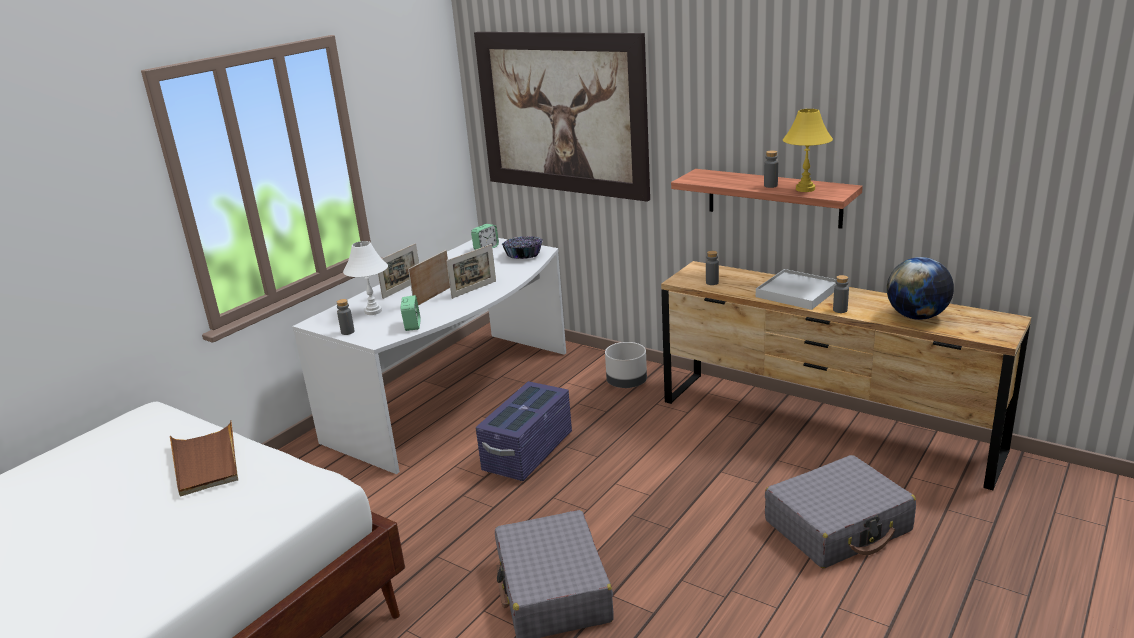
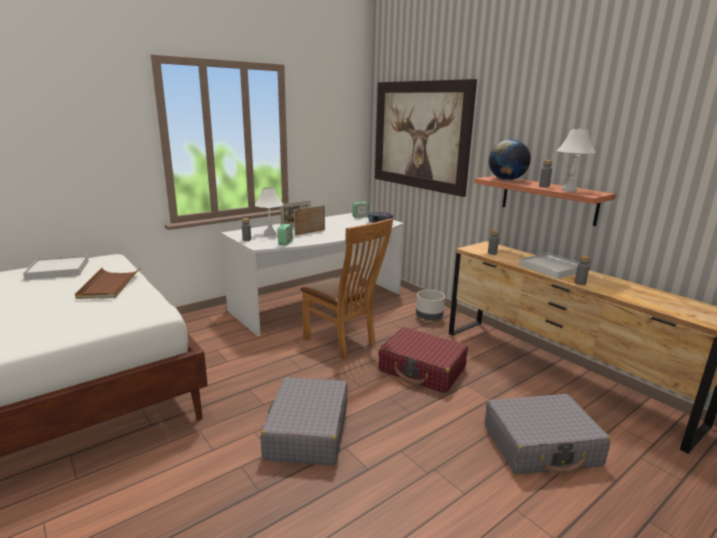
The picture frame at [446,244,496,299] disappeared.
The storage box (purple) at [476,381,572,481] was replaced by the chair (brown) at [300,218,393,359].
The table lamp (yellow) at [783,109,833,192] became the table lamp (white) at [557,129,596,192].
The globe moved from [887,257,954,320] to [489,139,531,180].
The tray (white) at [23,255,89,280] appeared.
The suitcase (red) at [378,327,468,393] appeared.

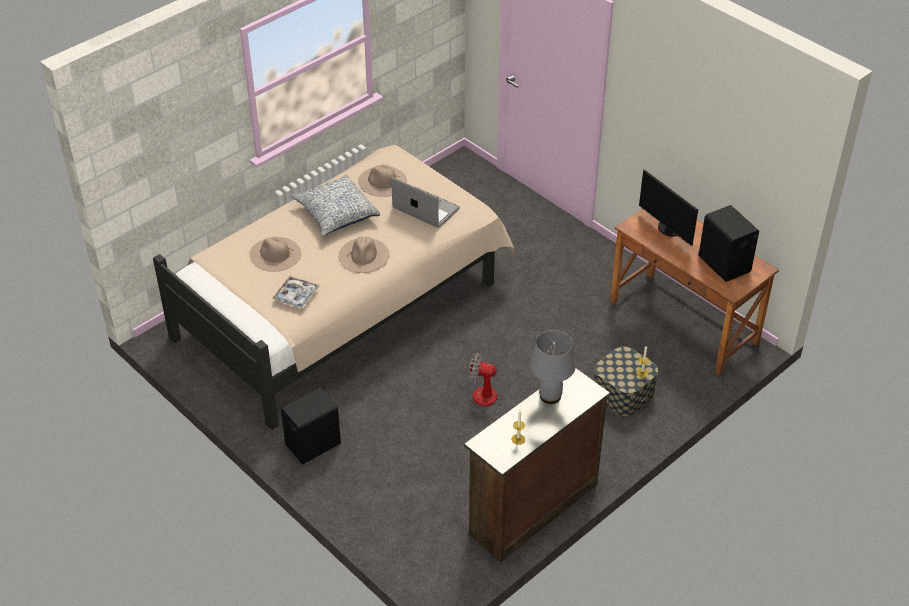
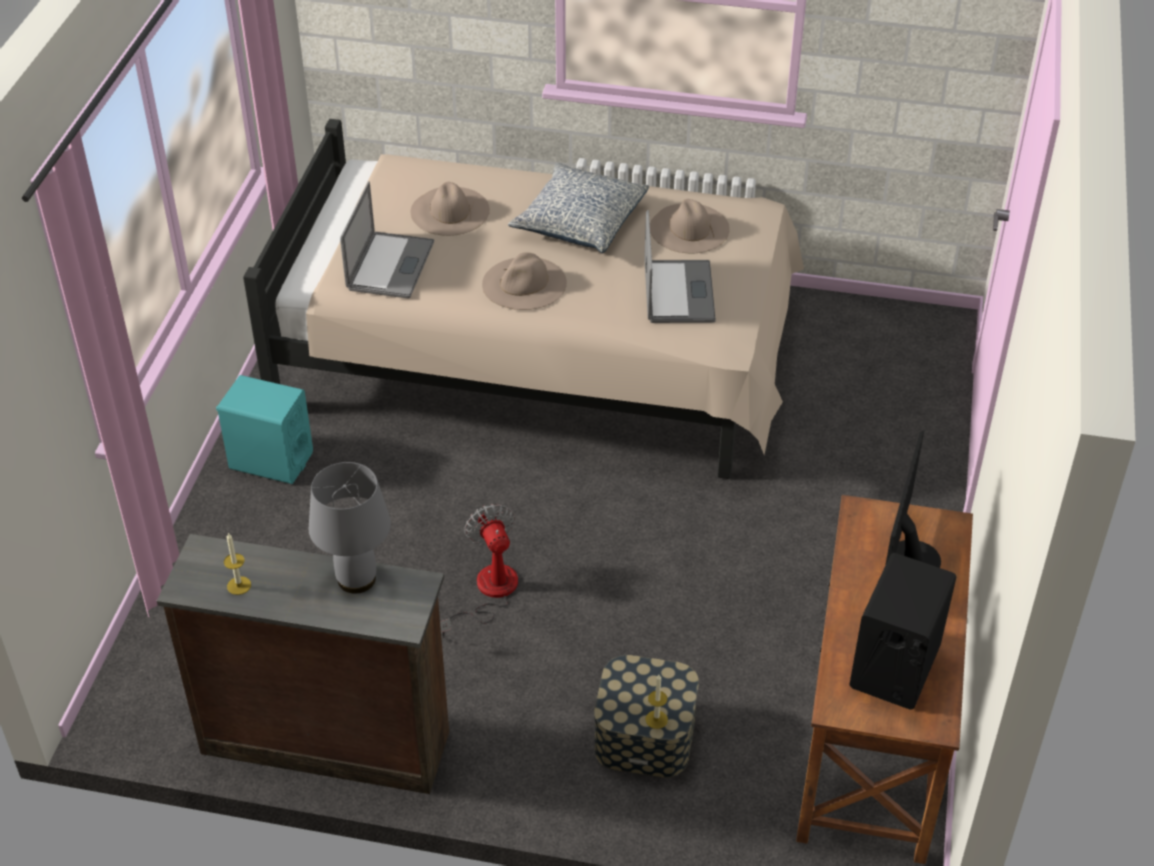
The tray at [272,276,319,309] was replaced by the laptop at [340,181,434,298].
The speaker (black) at [281,388,341,464] became the speaker (turquoise) at [216,375,313,484].

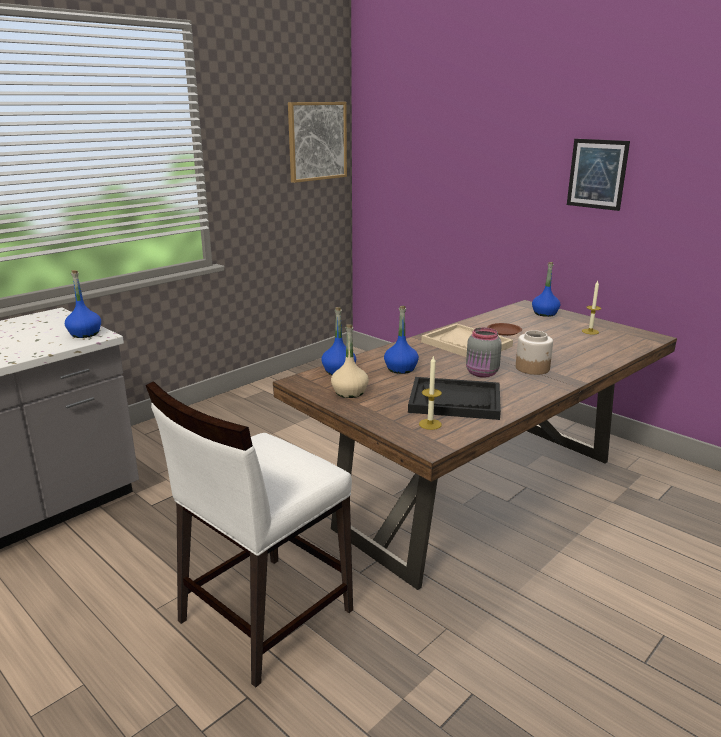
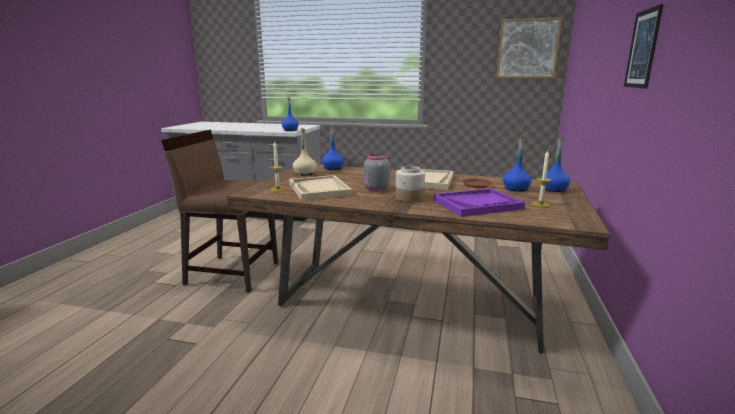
The chair (white) at [146,381,353,688] became the chair (brown) at [161,130,278,293].
The bottle (blue) moved from [384,306,419,374] to [503,137,532,192].
The tray (black) at [408,377,501,420] became the tray (beige) at [289,175,352,200].
The tray (purple) at [433,188,525,217] appeared.

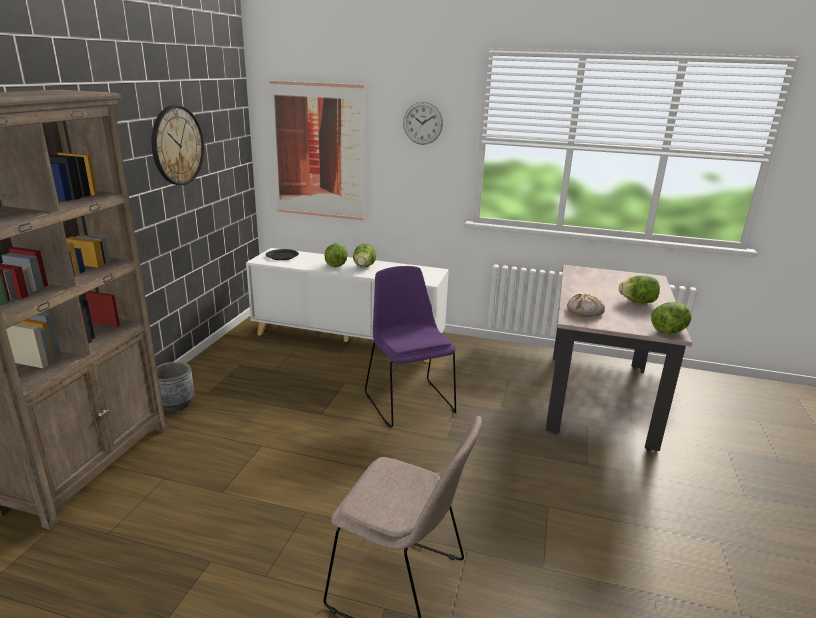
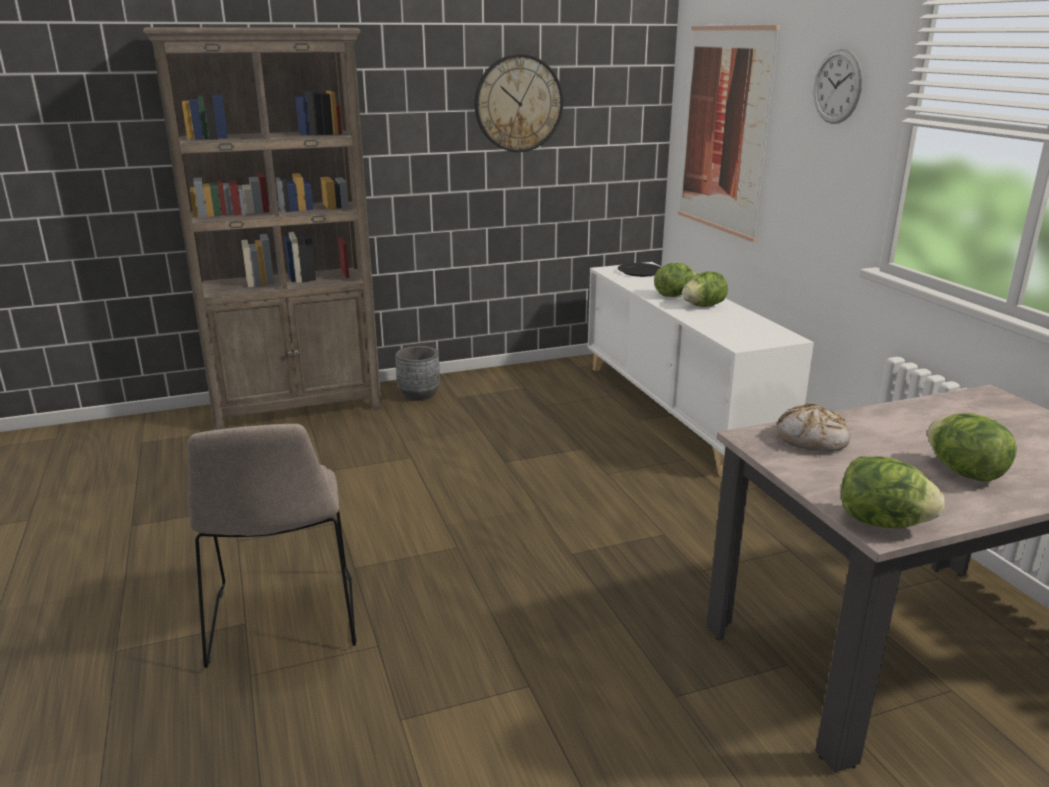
The chair (purple) at [365,266,456,427] disappeared.

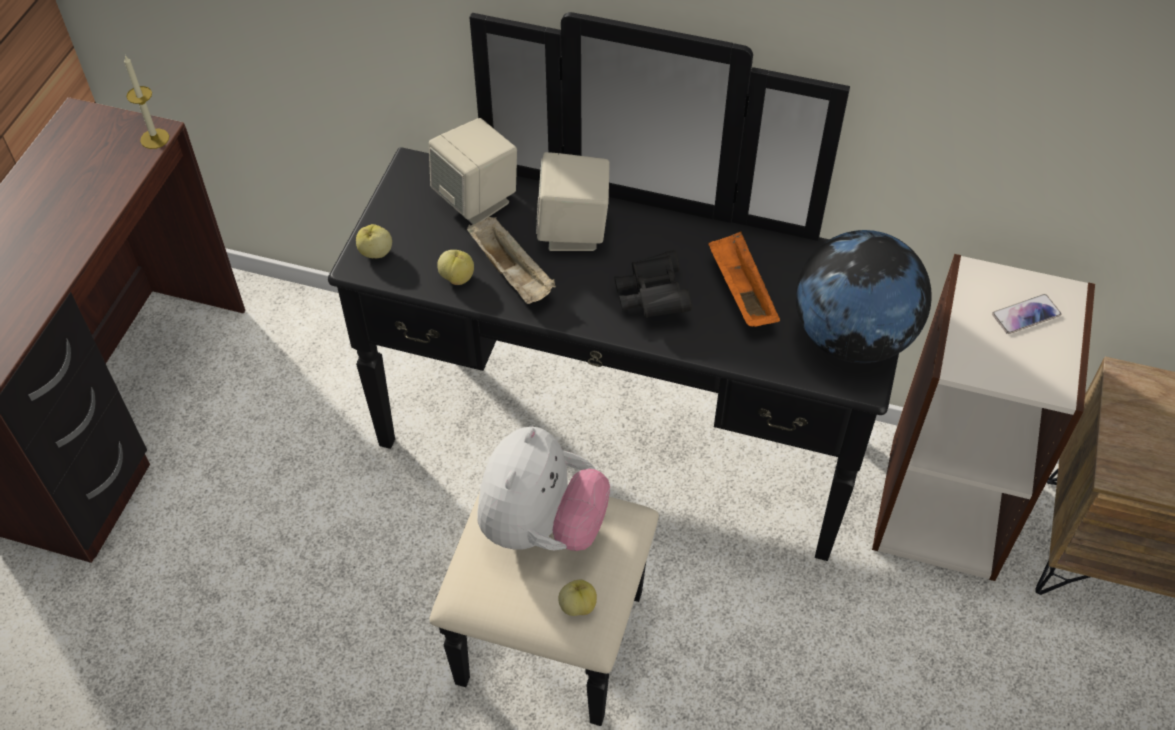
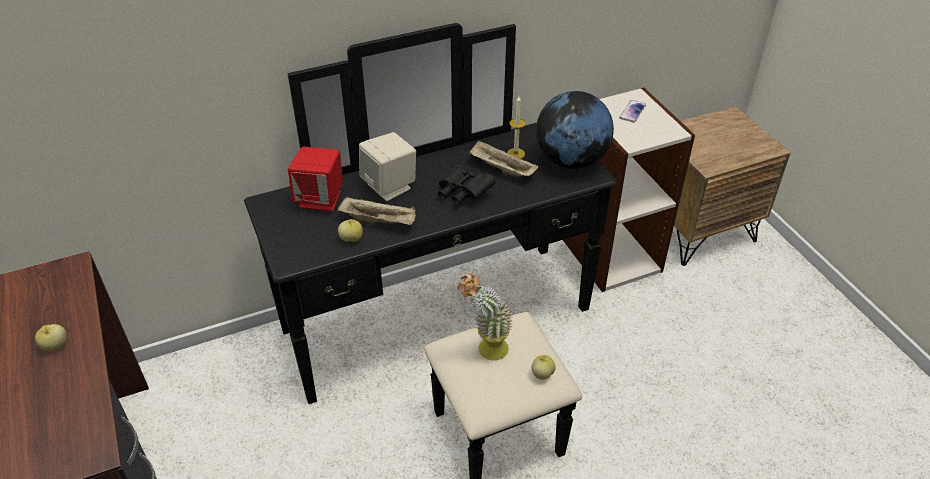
The candle moved from [124,55,169,149] to [507,96,526,159].
The apple moved from [356,224,392,258] to [35,324,67,351].
The speaker (beige) at [429,118,517,225] became the speaker (red) at [288,146,343,211].
The plush toy at [477,427,610,551] was replaced by the potted plant at [457,272,512,361].
The tray (orange) at [708,232,780,327] became the tray (beige) at [469,141,539,177].

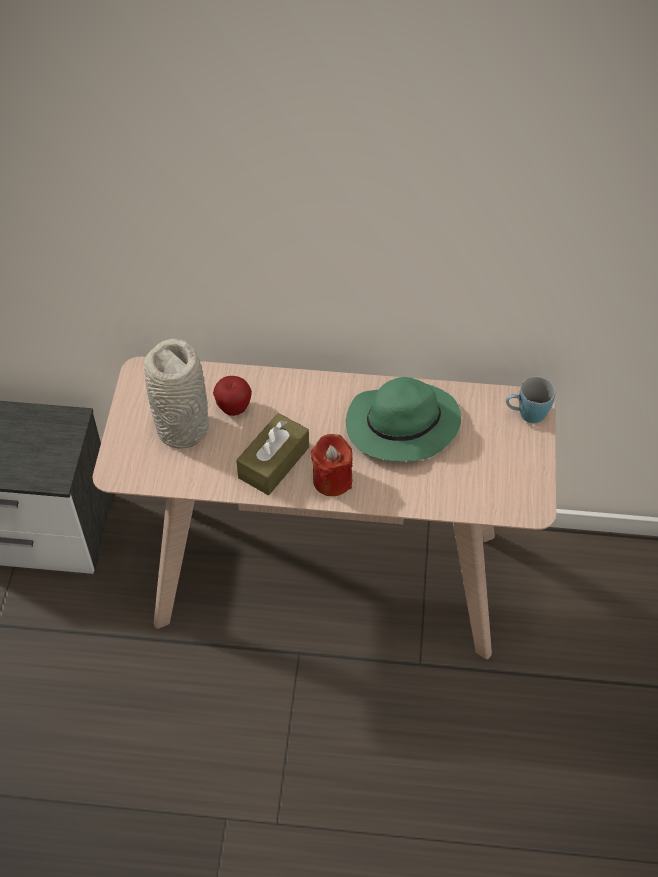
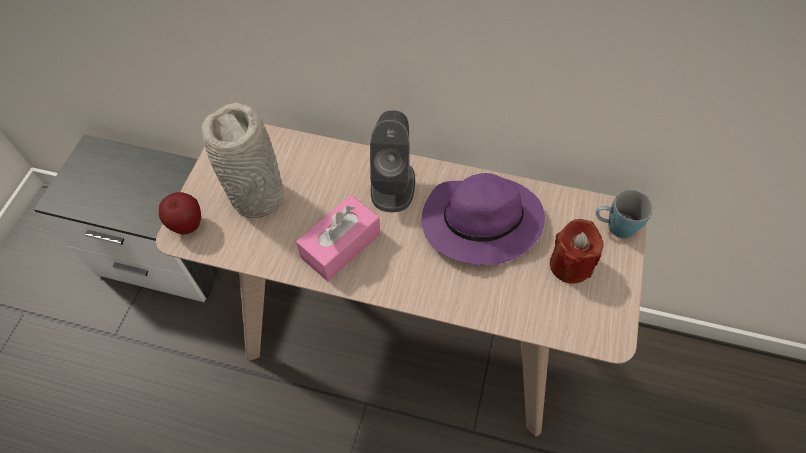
The apple moved from [213,376,252,416] to [159,192,201,235].
The tissue box (brown) at [236,413,309,495] became the tissue box (pink) at [296,195,380,281].
The candle (red) moved from [311,434,353,496] to [550,219,604,284].
The hat (green) at [346,377,461,462] became the hat (purple) at [422,173,545,265].
The speaker (grey) at [370,110,415,212] appeared.

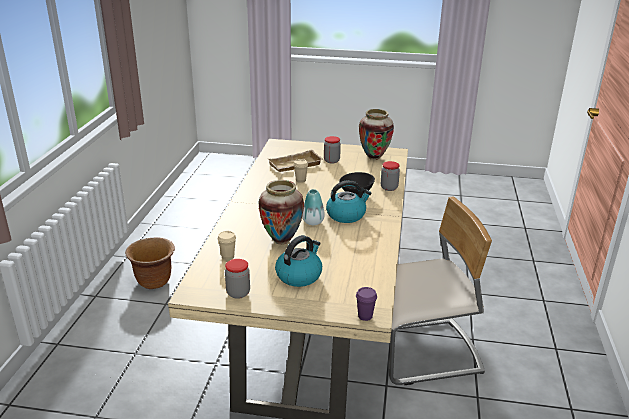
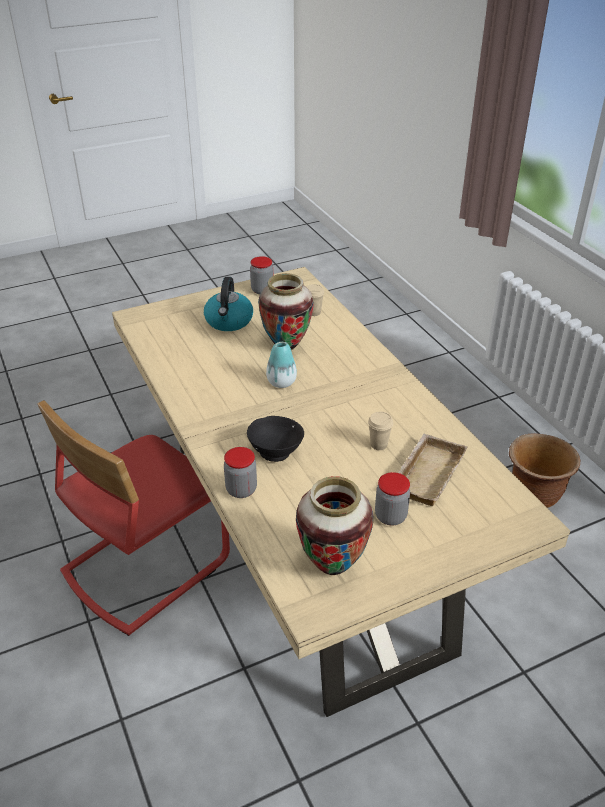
The kettle at [326,180,372,223] disappeared.
The cup (purple) at [356,287,377,321] disappeared.
The chair (beige) at [389,197,492,385] became the chair (red) at [38,400,230,636].

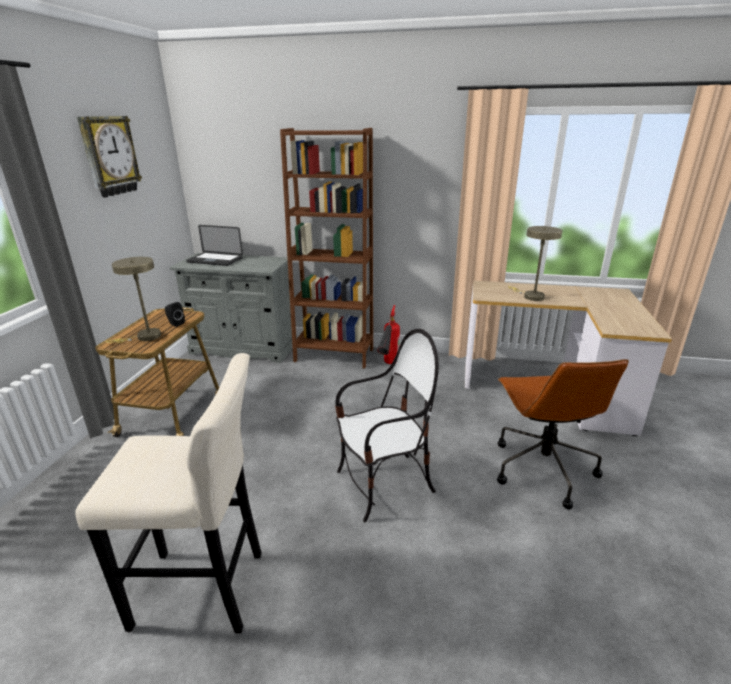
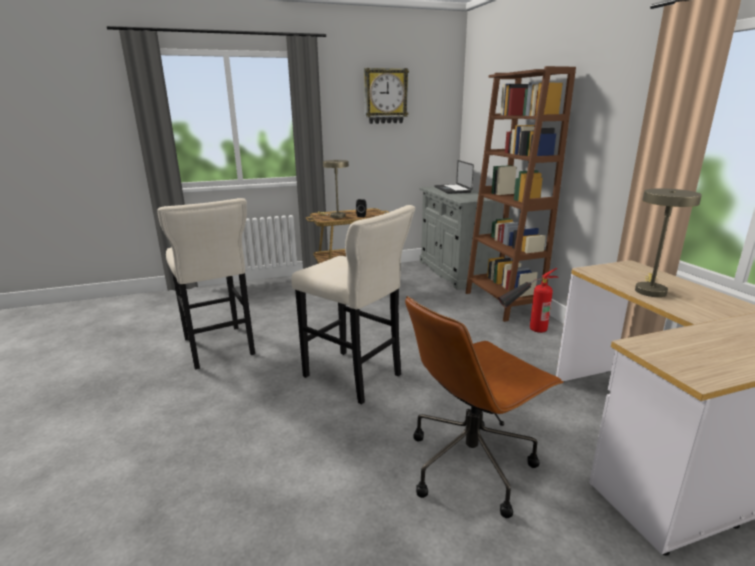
The chair at [335,329,439,522] was replaced by the stool (beige) at [292,205,415,405].

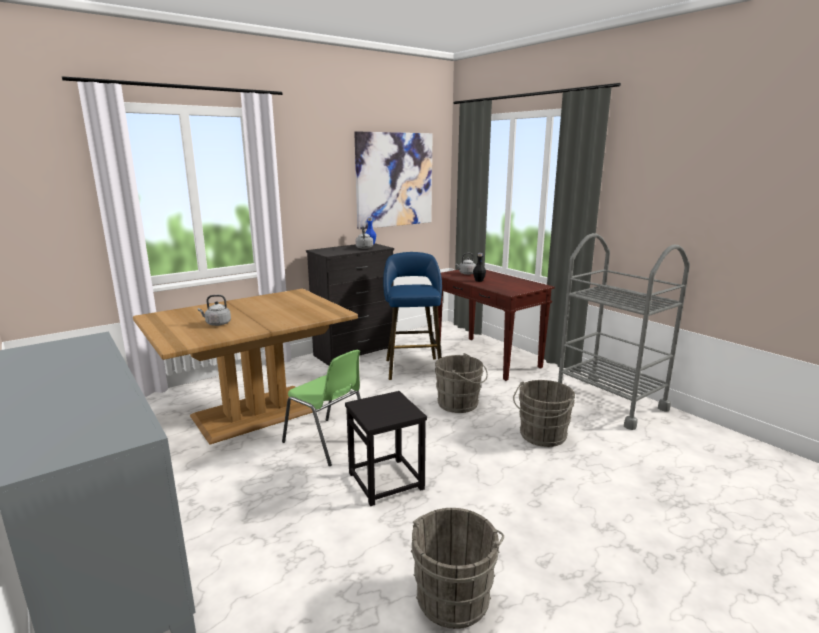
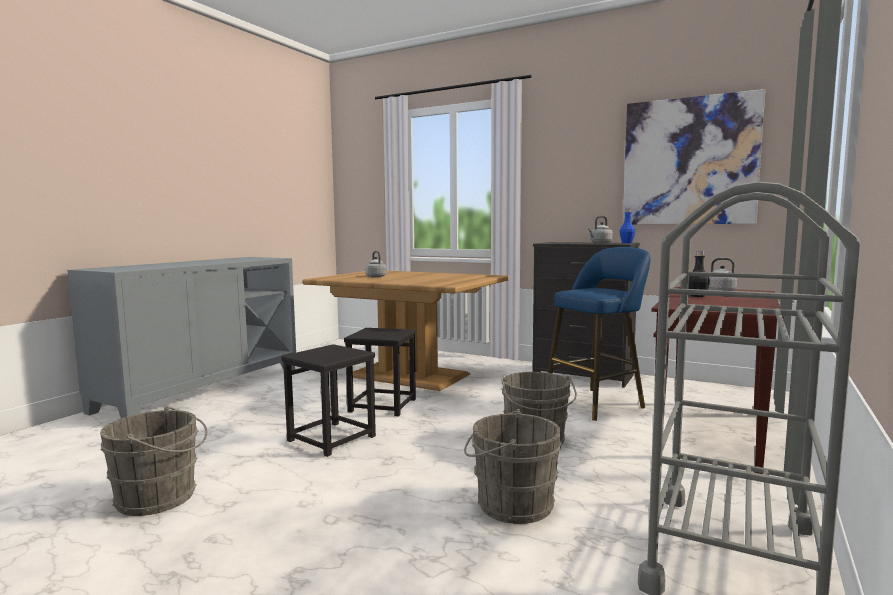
The chair (green) at [282,350,361,466] was replaced by the stool (black) at [344,328,416,416].

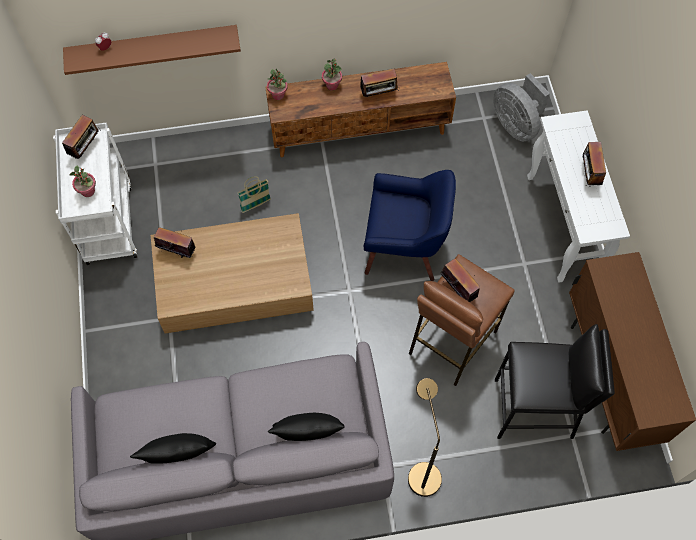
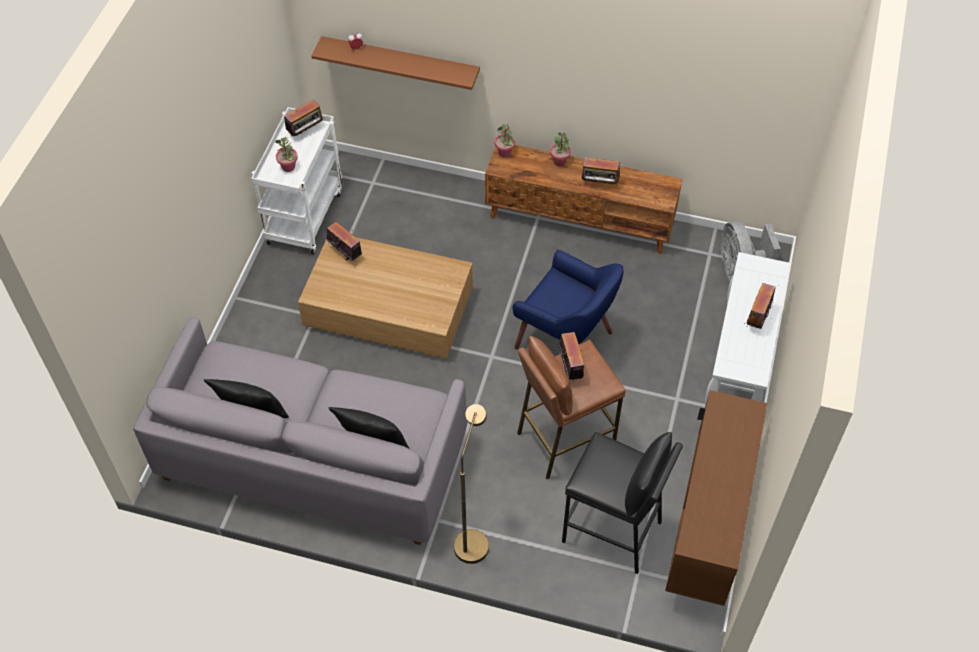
The basket at [238,176,271,213] disappeared.

